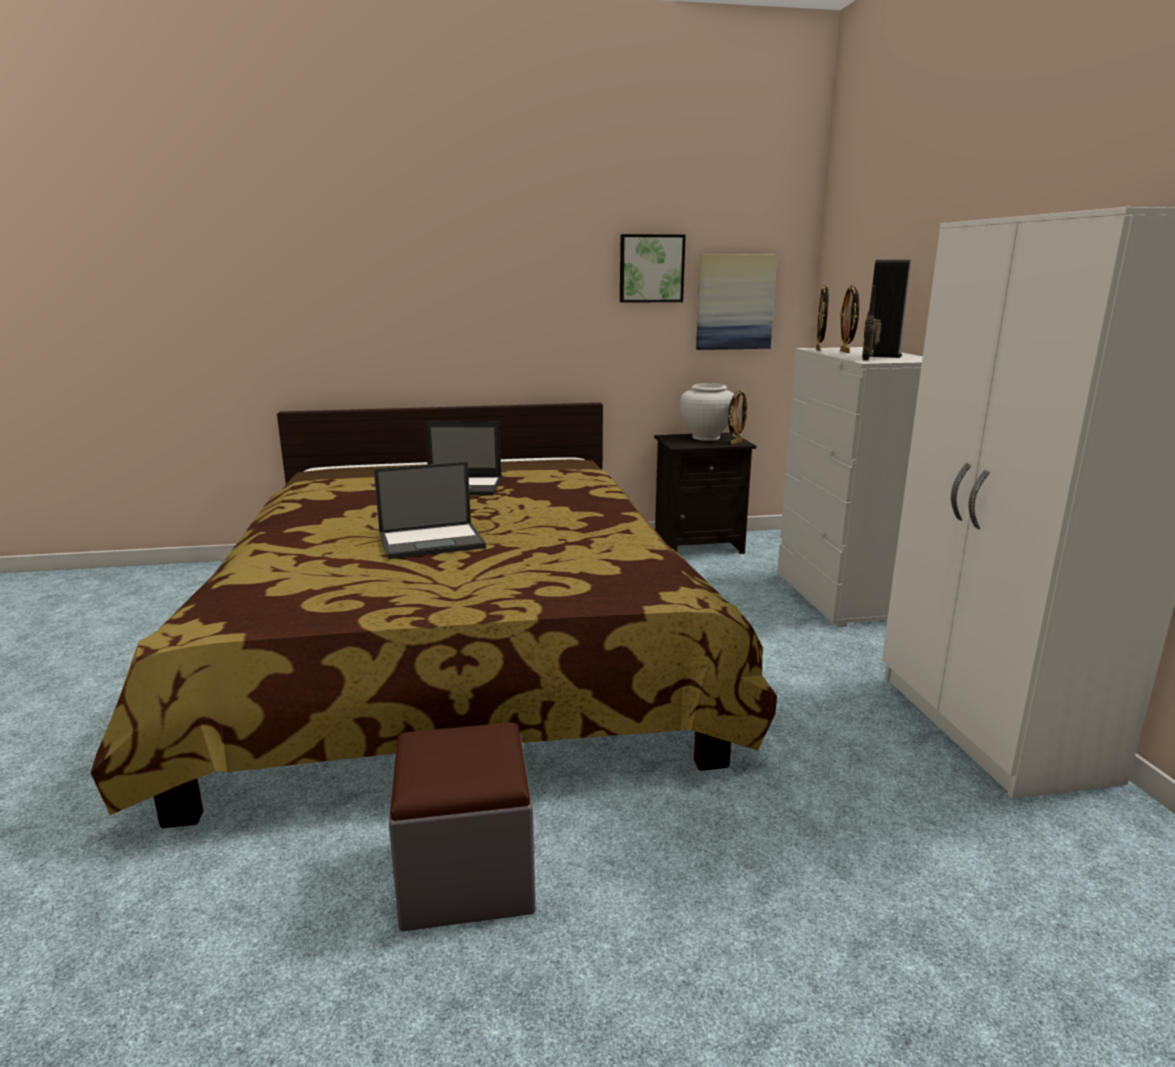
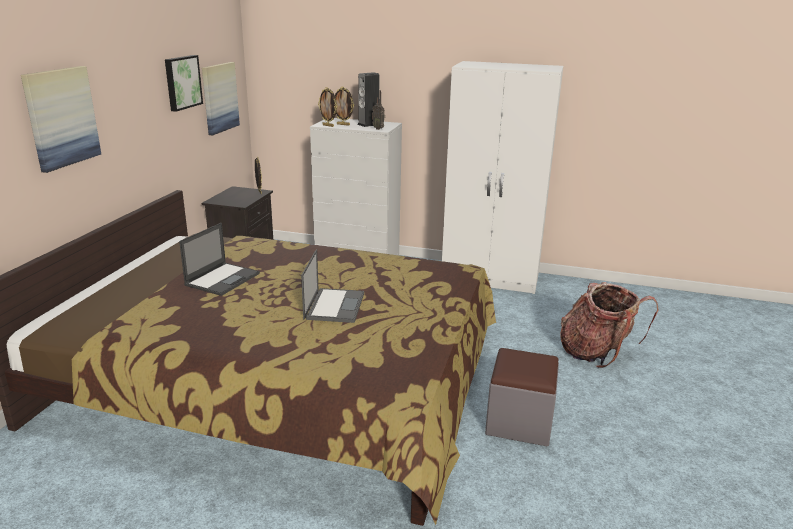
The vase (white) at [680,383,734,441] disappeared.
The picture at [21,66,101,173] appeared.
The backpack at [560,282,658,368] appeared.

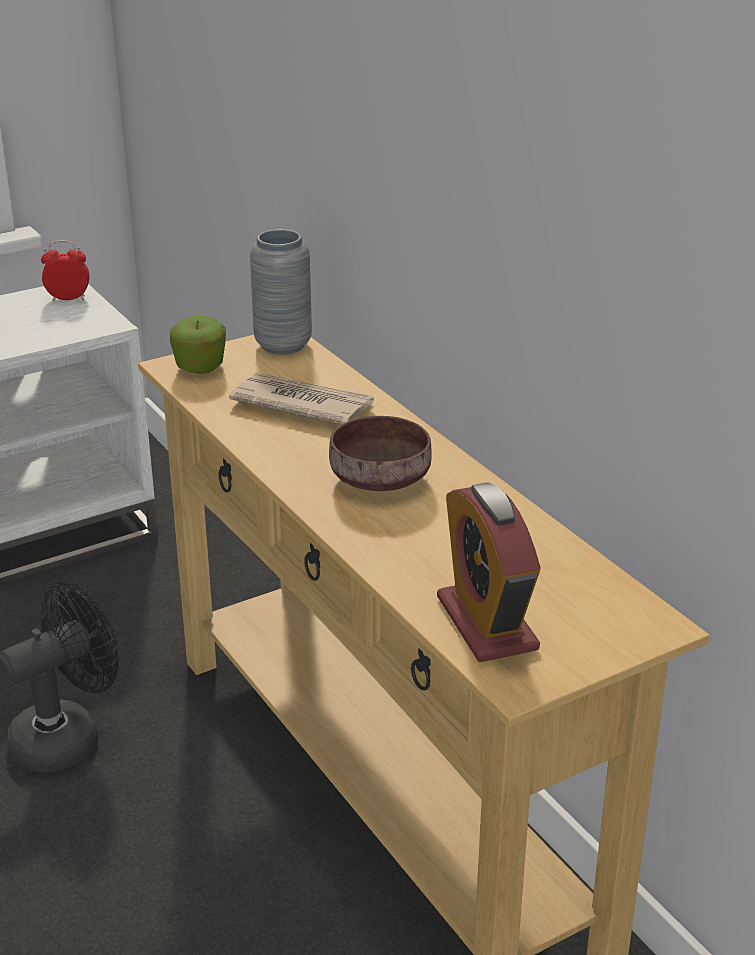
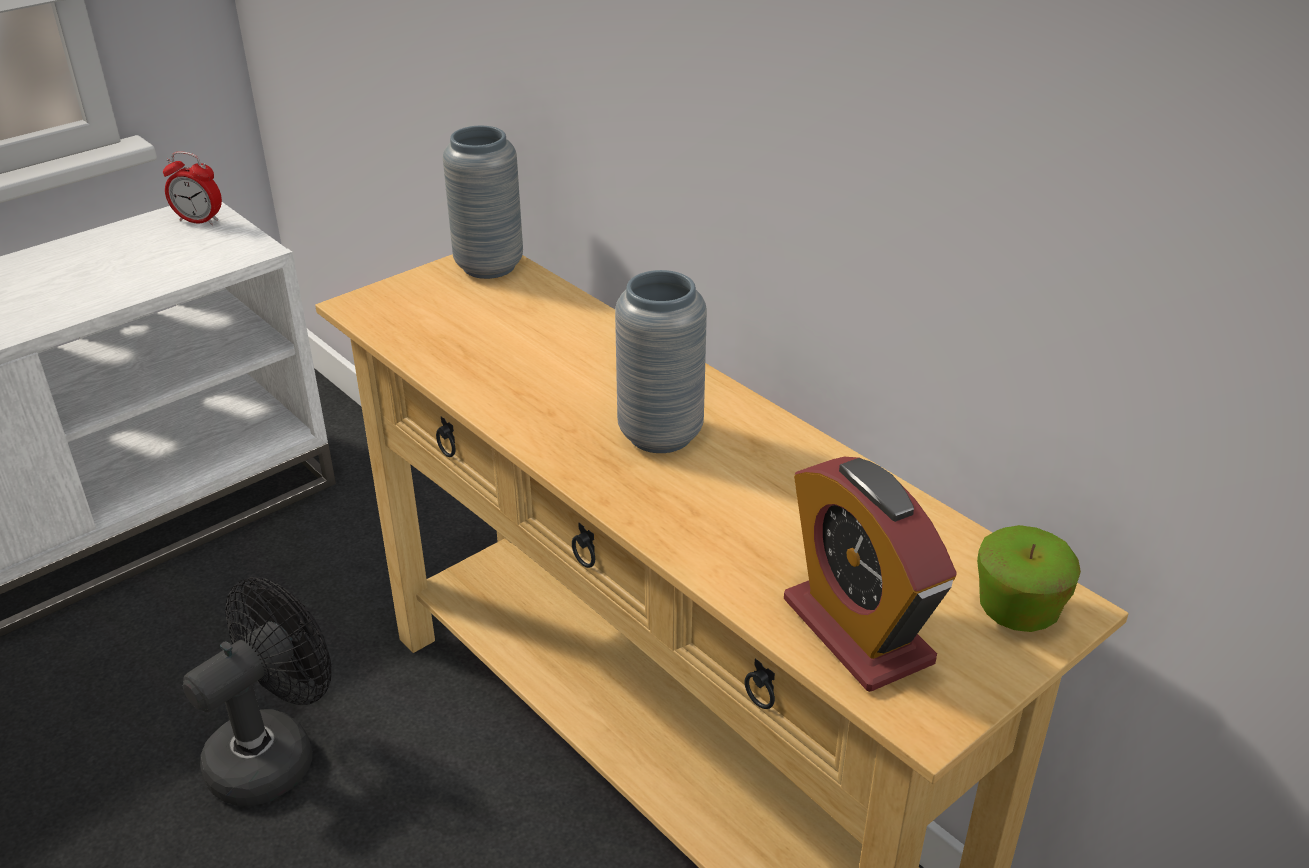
The alarm clock at [41,240,90,301] turned 150 degrees counterclockwise.
The apple moved from [170,316,226,374] to [977,525,1081,632].
The newspaper at [229,373,374,425] disappeared.
The bowl (brown) at [329,416,432,491] was replaced by the vase (grey) at [615,270,707,453].

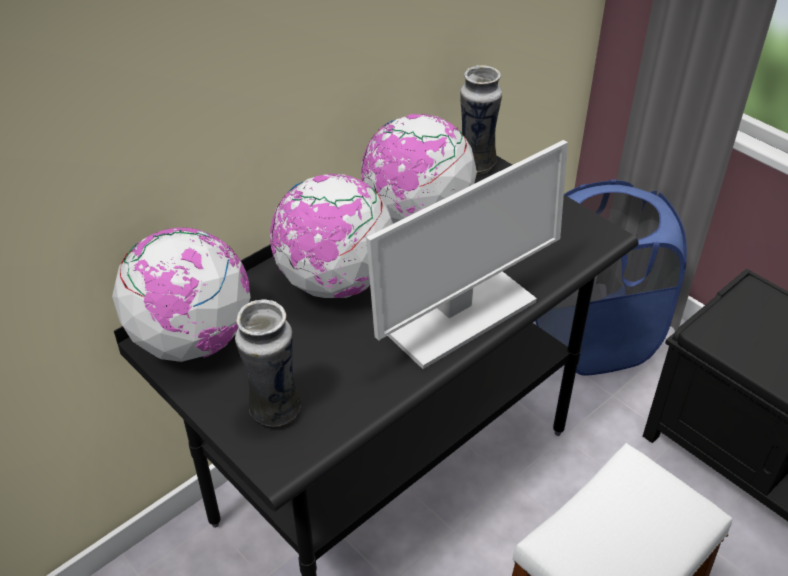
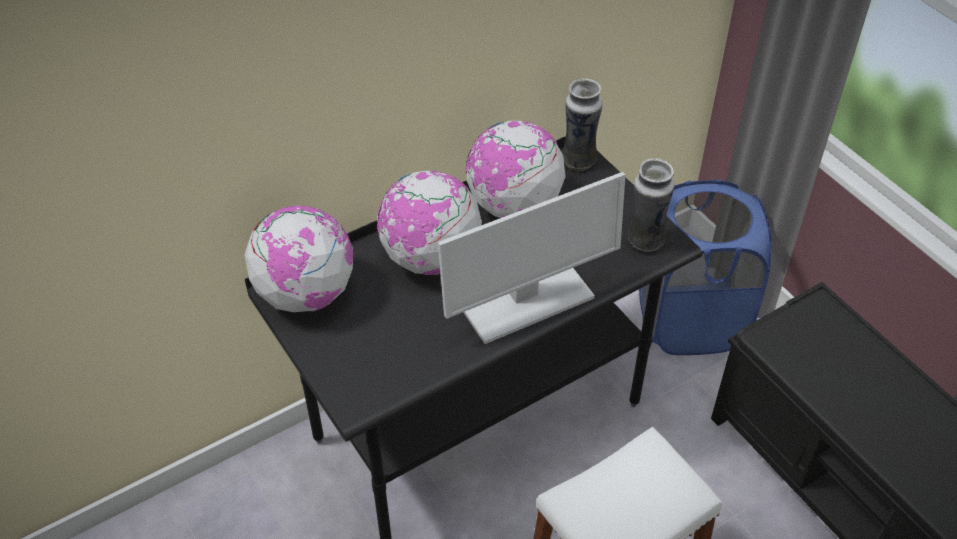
The vase moved from [235,299,301,427] to [628,158,675,252].

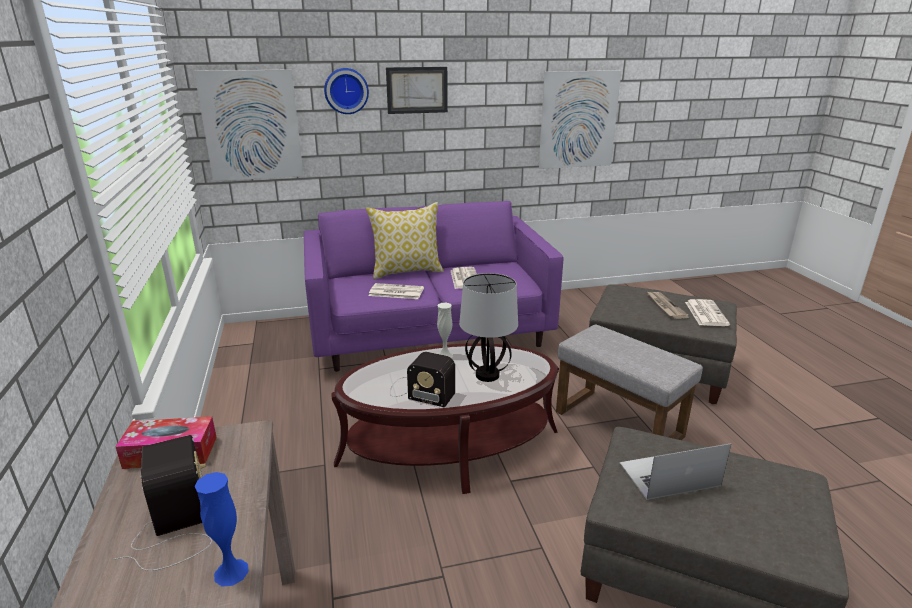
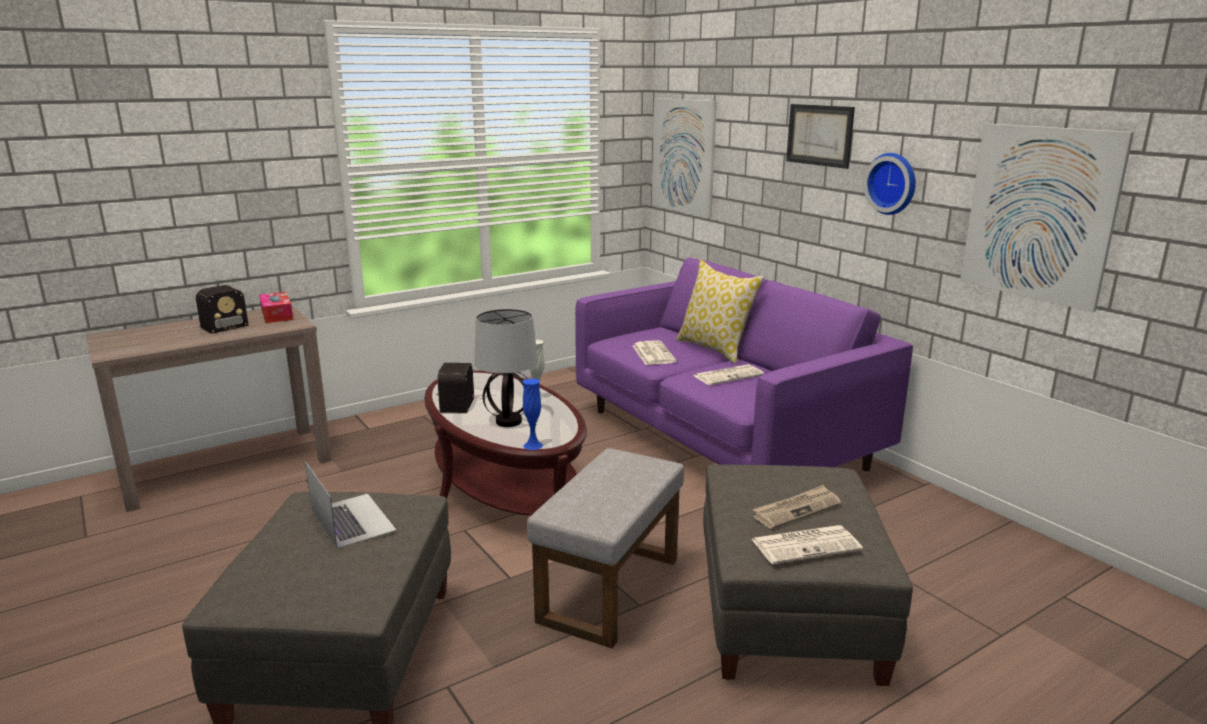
The vase (blue) moved from [195,472,249,586] to [523,378,543,450].
The wall clock moved from [324,68,369,114] to [863,153,916,215].

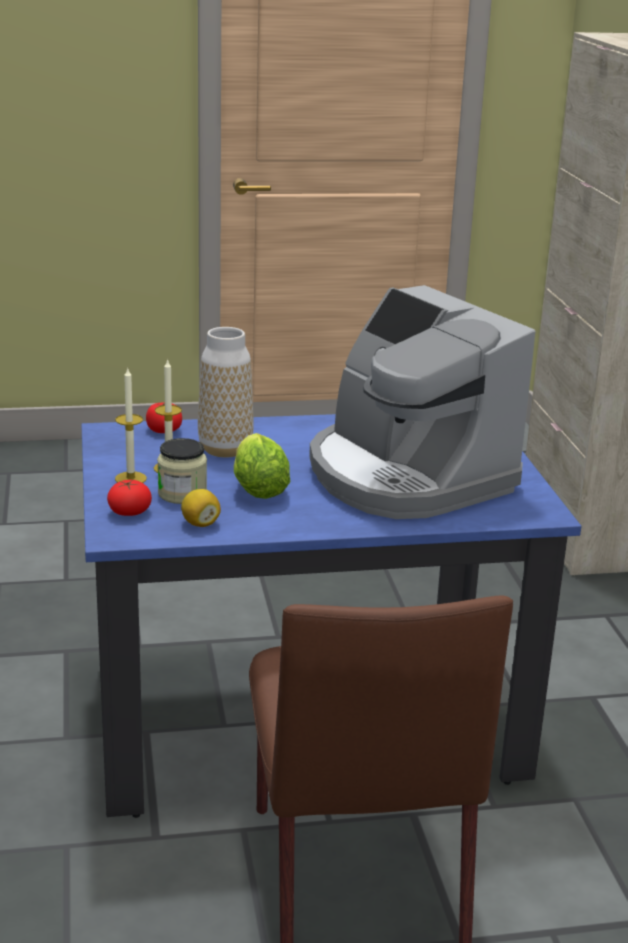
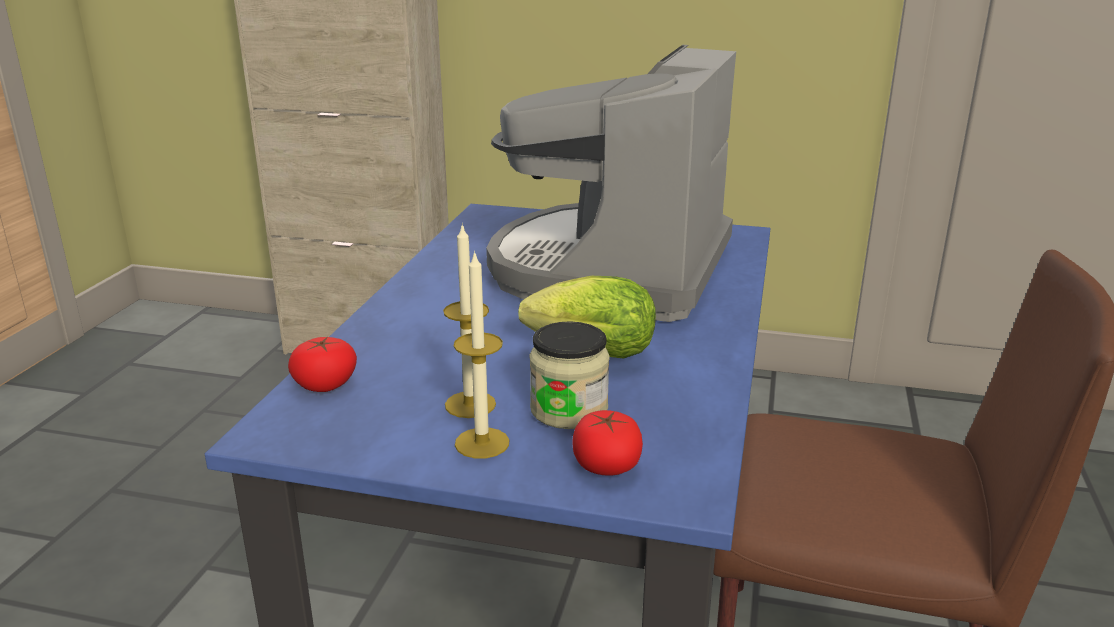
The lemon at [181,489,221,527] disappeared.
The vase at [198,327,254,458] disappeared.
The coffee machine at [309,285,536,519] turned 120 degrees clockwise.

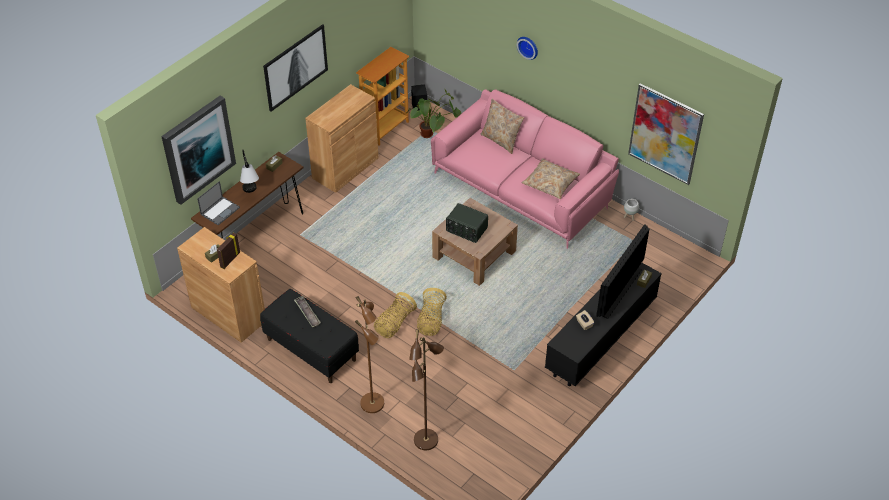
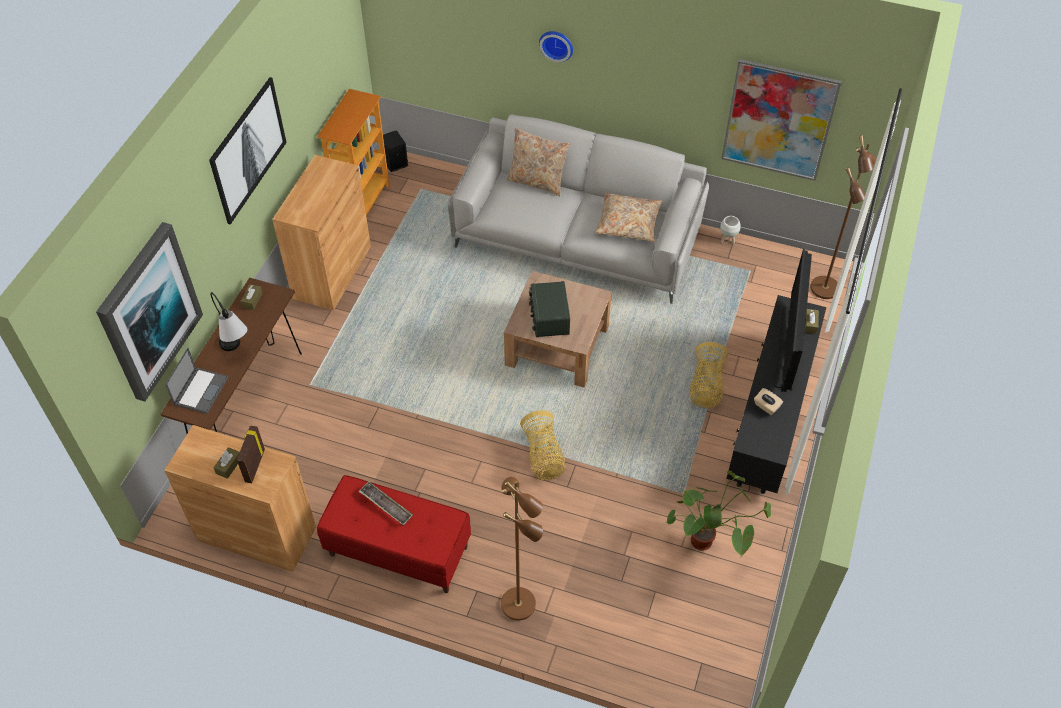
The bench (black) at [260,289,359,383] became the bench (red) at [317,475,471,593].
The basket moved from [374,292,417,338] to [690,342,728,408].
The potted plant moved from [406,90,462,138] to [666,470,771,557].
The floor lamp (brown) moved from [409,329,444,450] to [810,135,876,299].
The sofa (pink) at [431,89,619,249] became the sofa (grey) at [447,114,709,304].
The radio at [446,203,488,243] turned 75 degrees clockwise.

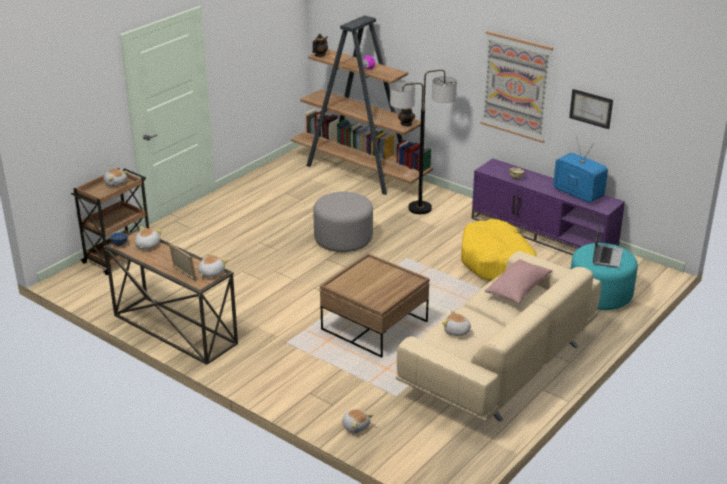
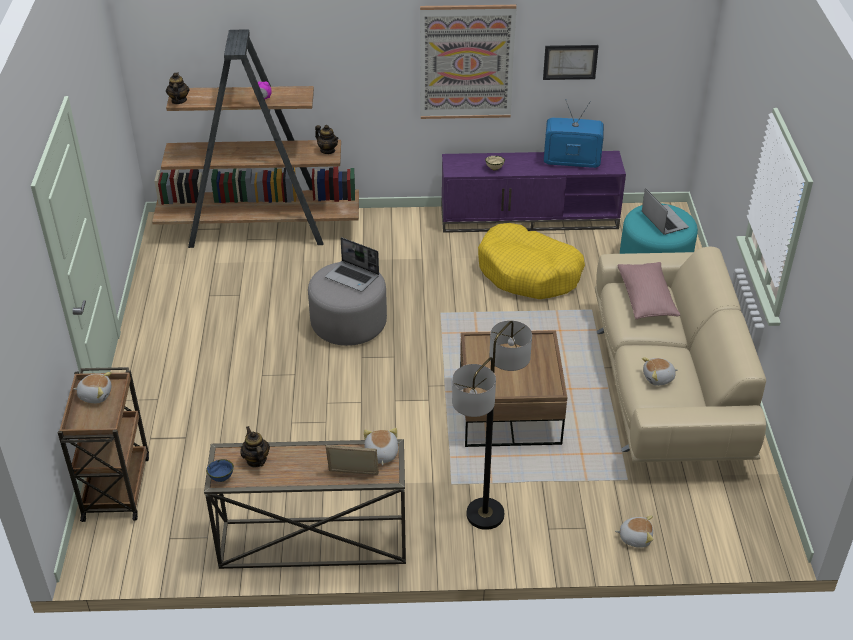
The plush toy at [135,227,162,249] was replaced by the teapot at [240,426,270,467].
The floor lamp moved from [390,70,457,214] to [452,320,532,530].
The laptop at [325,237,379,292] appeared.

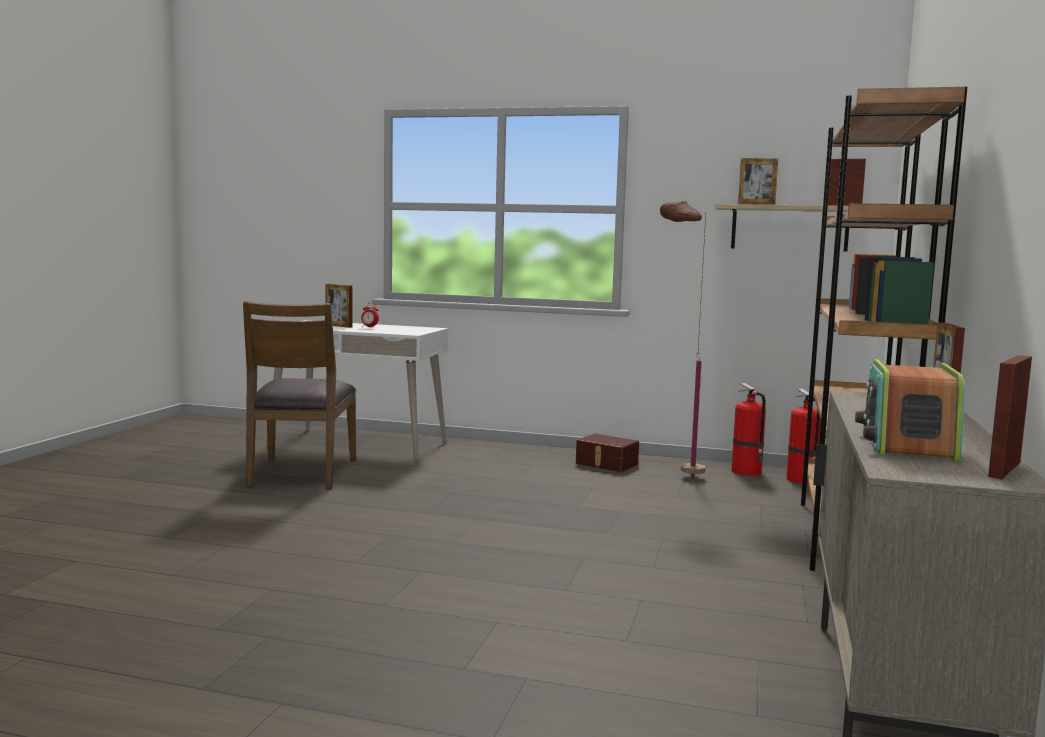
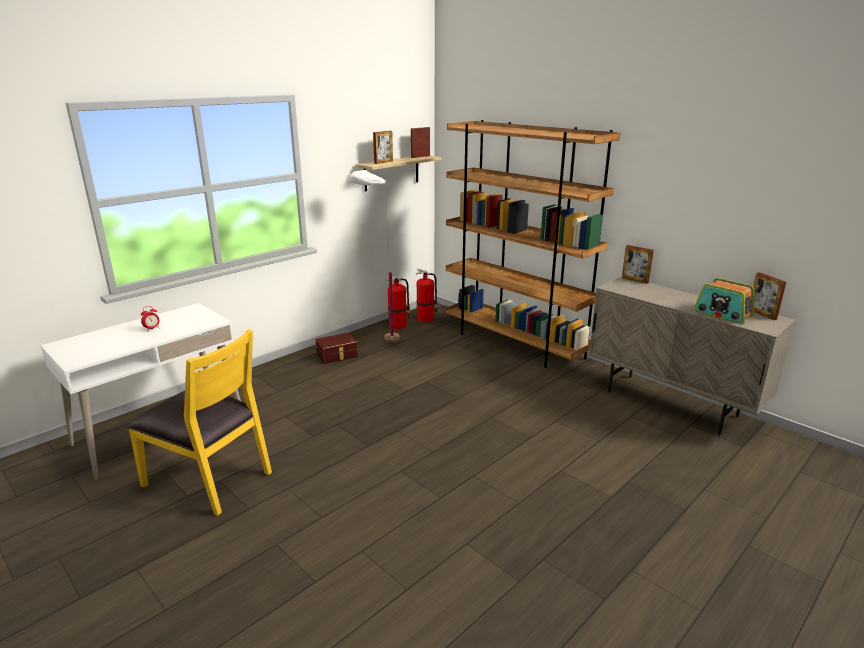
The chair (brown) at [243,301,356,489] became the chair (yellow) at [128,329,272,516].
The picture frame at [325,284,352,328] disappeared.
The floor lamp (brown) at [660,201,706,478] became the floor lamp (white) at [349,170,400,342].

